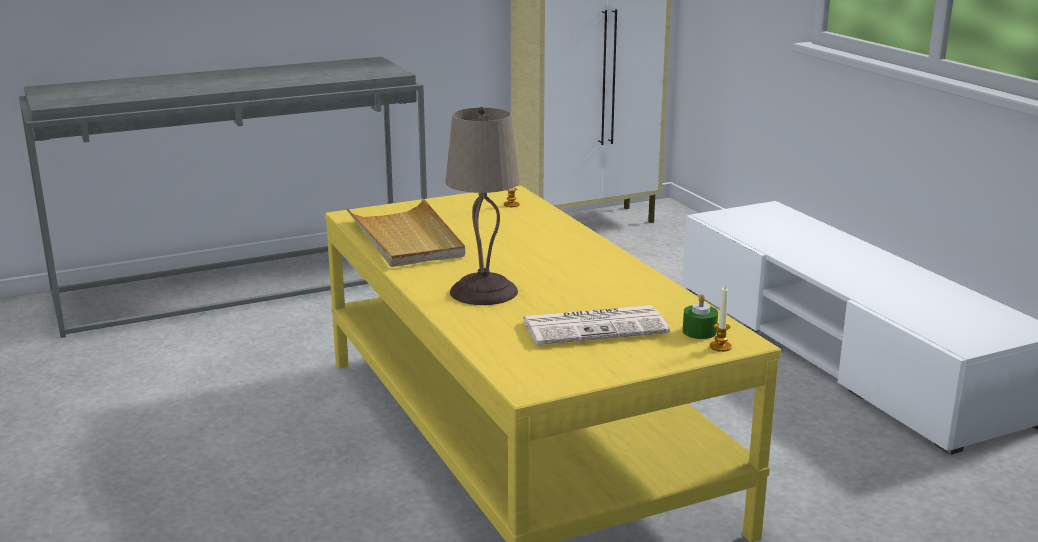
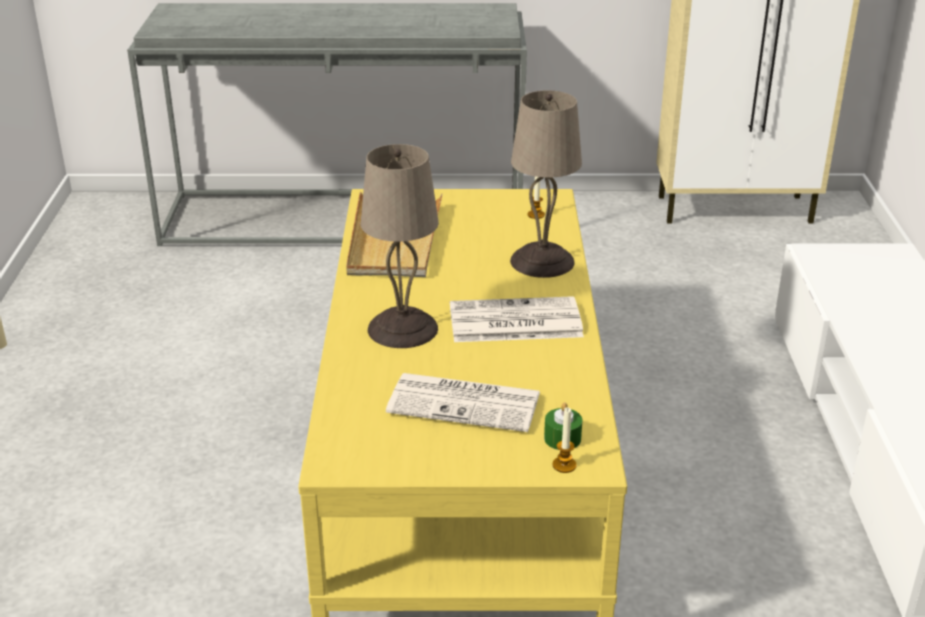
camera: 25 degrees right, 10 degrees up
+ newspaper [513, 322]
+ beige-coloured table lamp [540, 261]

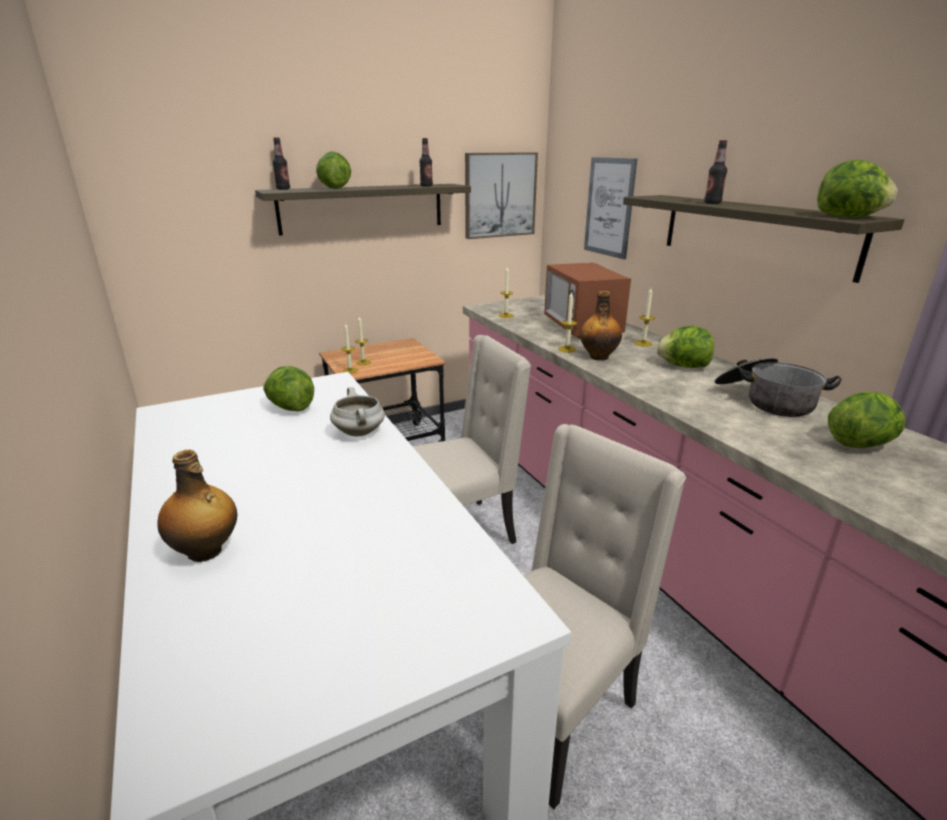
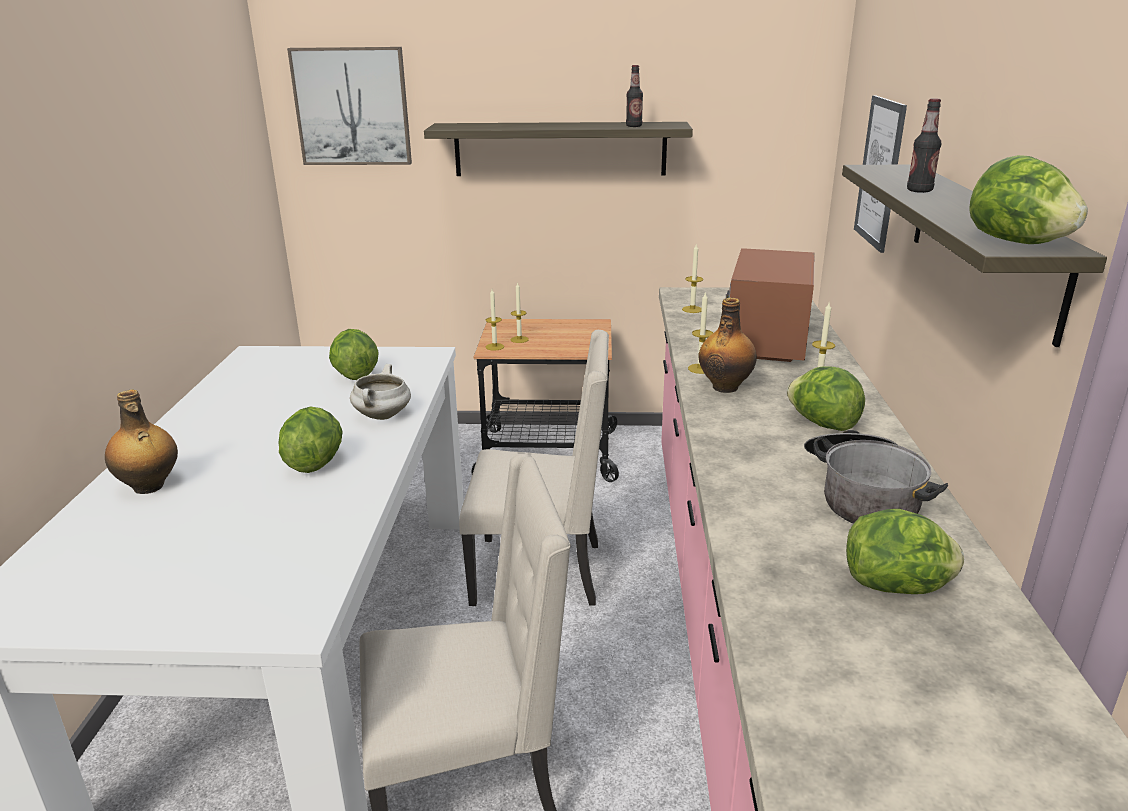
camera: 30 degrees right, 0 degrees up
~ lettuce head [334, 188] to [315, 463]
~ picture [500, 195] to [352, 107]
- drink bottle [283, 189]

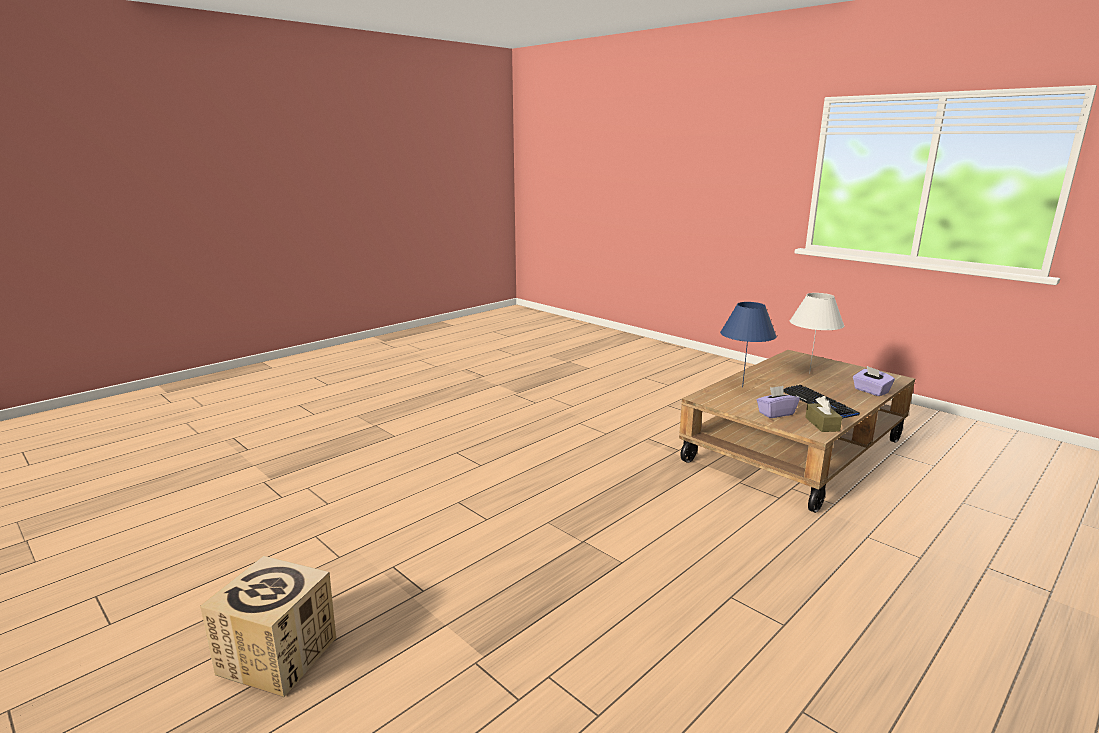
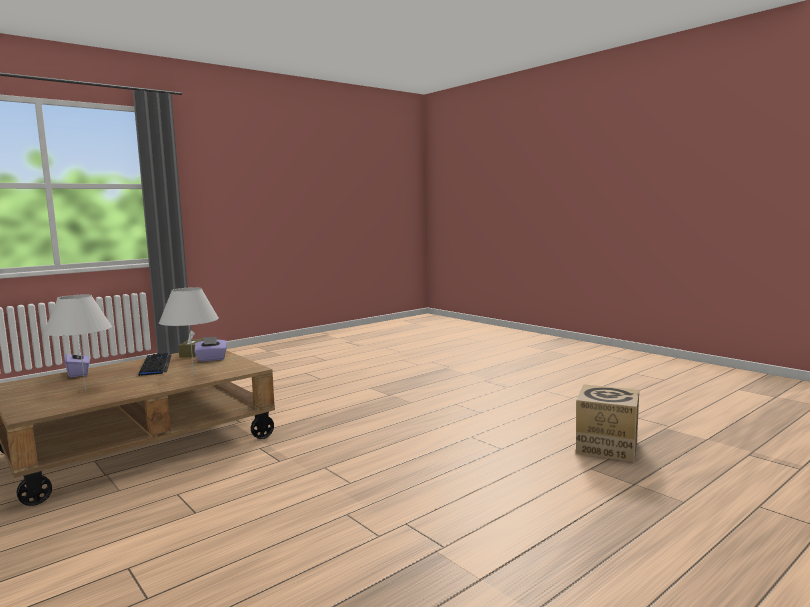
camera: 175 degrees left, 10 degrees down
~ bluish table lamp [742, 387] to white-coloured table lamp [193, 377]
~ cardboard box [278, 655] to [606, 447]

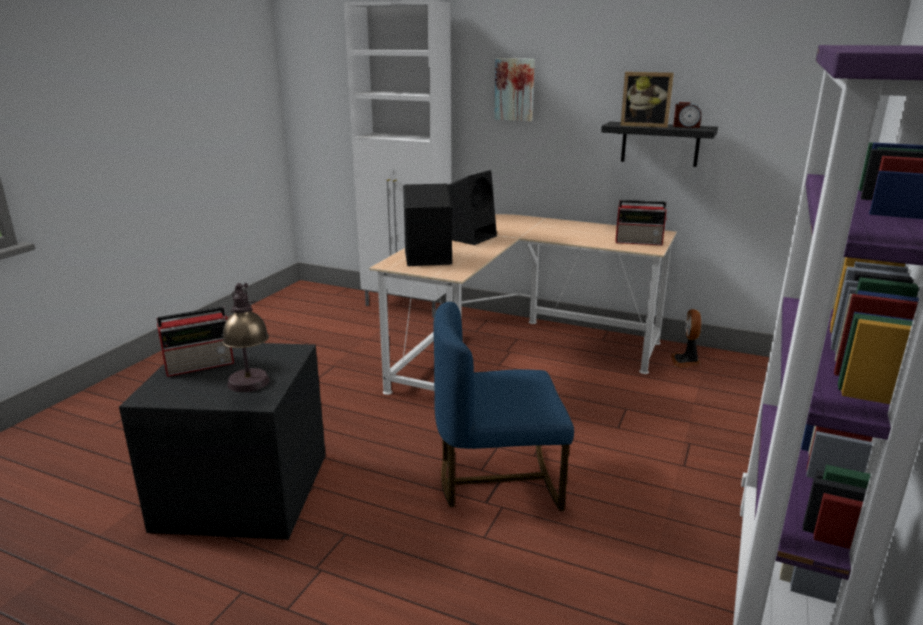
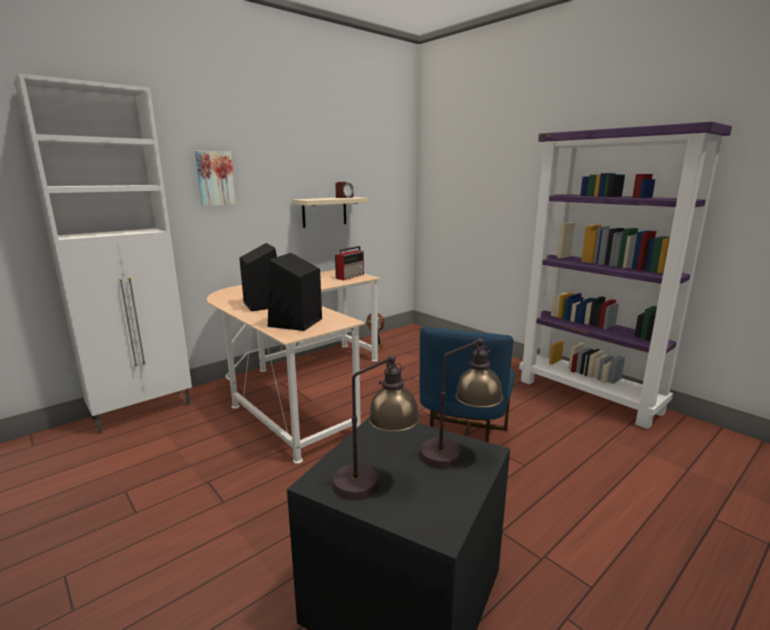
camera: 65 degrees left, 5 degrees down
~ black-coloured bracket shelf [660, 144] to beige-coloured bracket shelf [324, 212]
~ radio set [201, 365] to table lamp [375, 482]
- picture frame [644, 125]

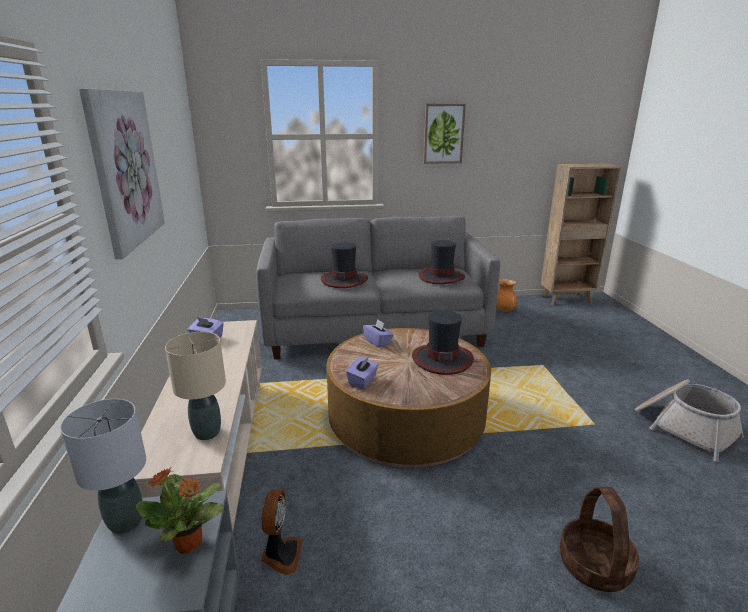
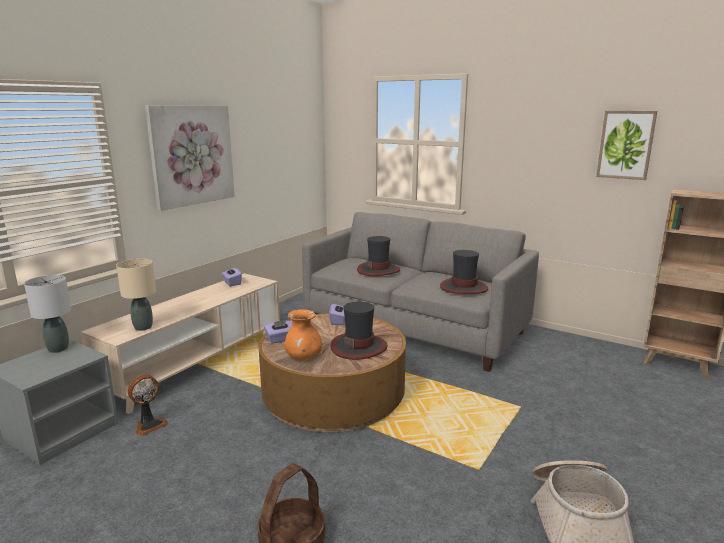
camera: 40 degrees right, 5 degrees down
~ orange flower vase [504, 310] to [303, 357]
~ picture [443, 134] to [625, 145]
- potted plant [189, 543]

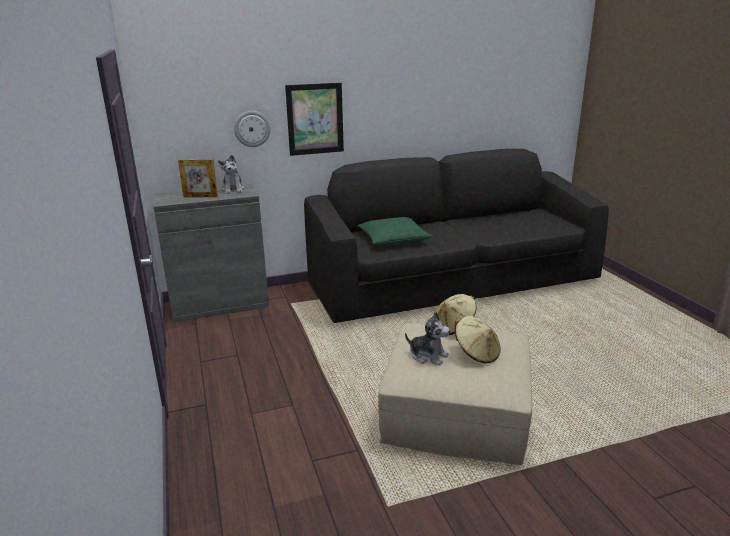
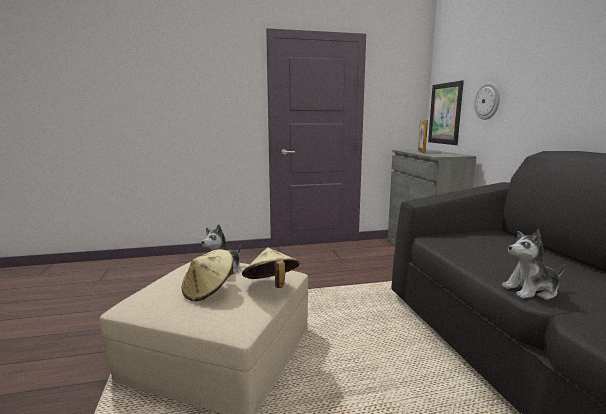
camera: 95 degrees right, 10 degrees down
~ picture [315, 119] to [445, 113]
~ plush toy [233, 190] to [531, 290]
- green throw pillow [393, 240]

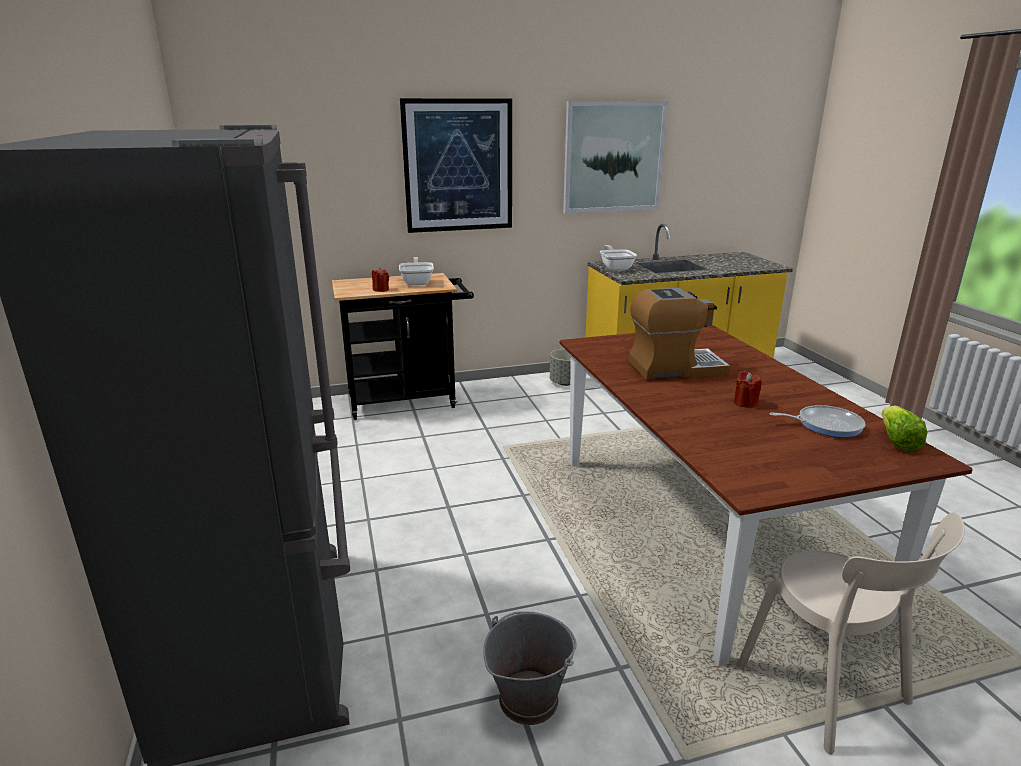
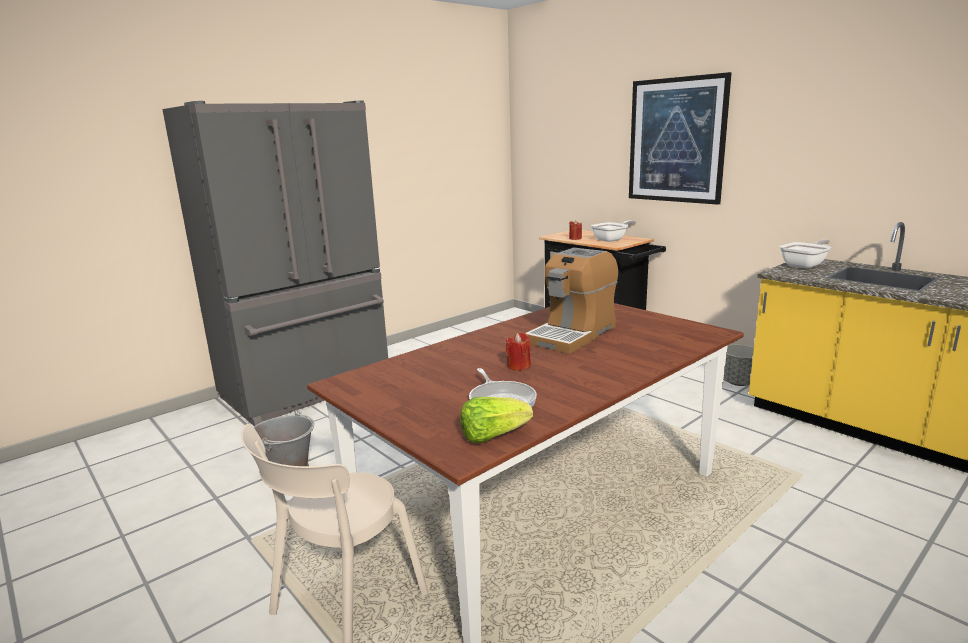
camera: 65 degrees right, 5 degrees down
~ coffee machine [675, 368] = [572, 334] 75 degrees clockwise
- picture [613, 157]

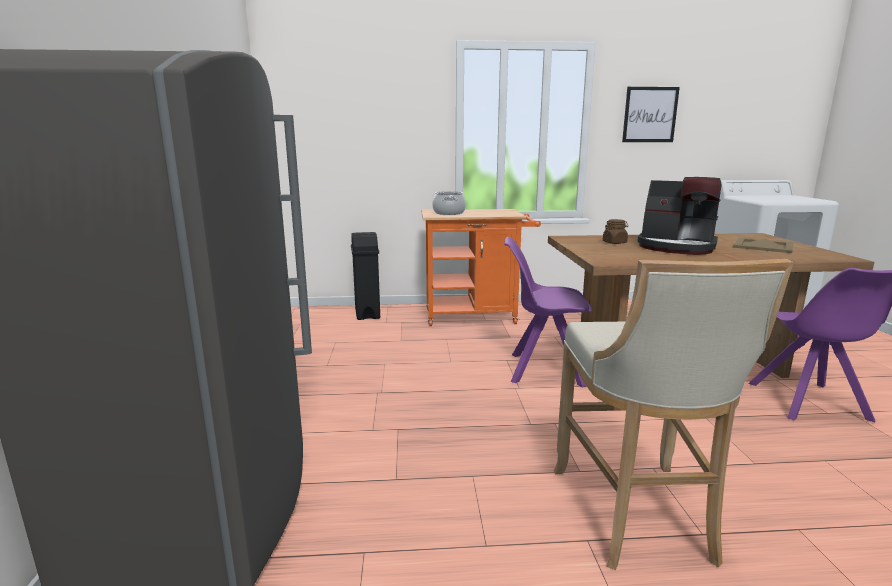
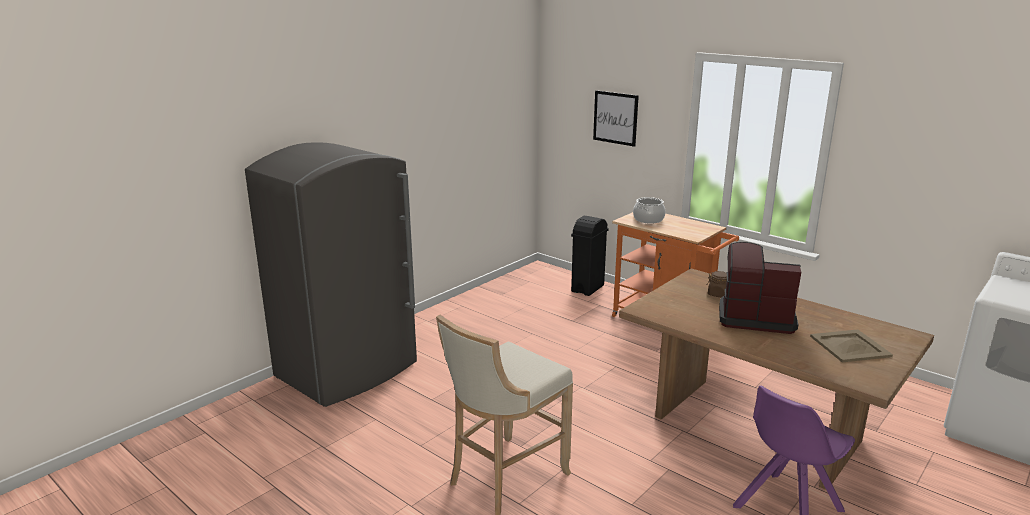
camera: 45 degrees right, 5 degrees up
~ picture [650, 114] to [615, 118]
~ coffee machine [676, 247] = [754, 317] 120 degrees clockwise
- purplish chair [543, 370]

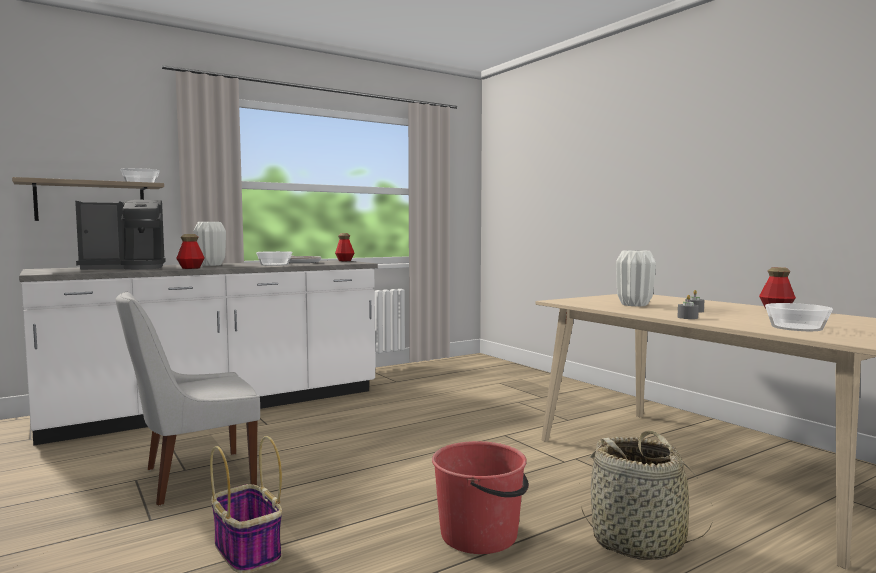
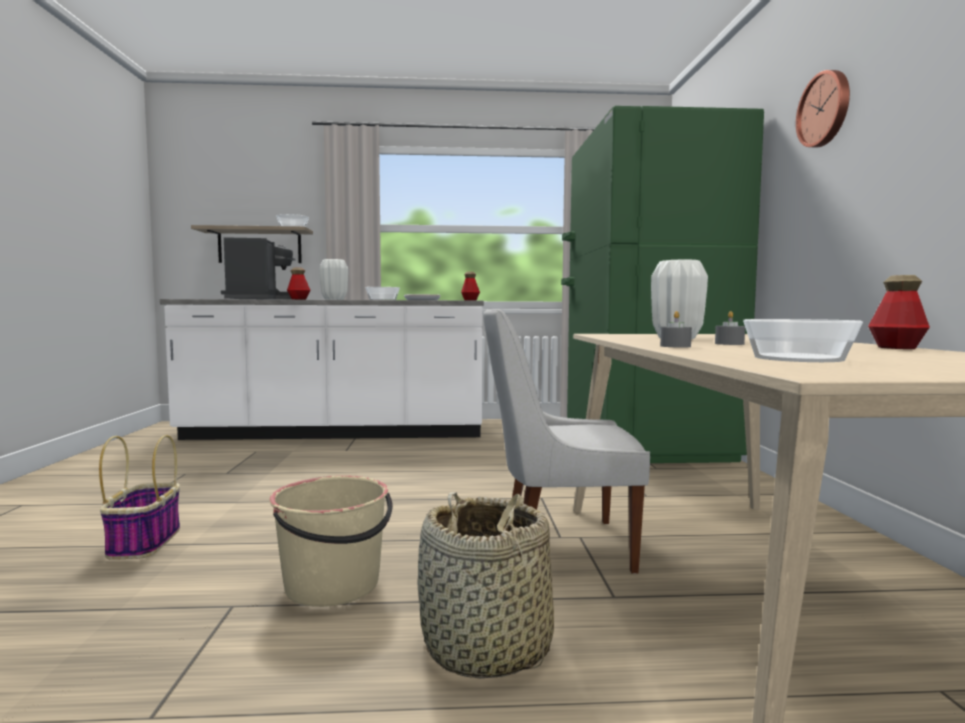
camera: 30 degrees right, 0 degrees up
~ coffee machine [126, 268] = [258, 299] 105 degrees counterclockwise
~ red pail [480, 535] to beige-coloured pail [333, 585]
~ white-coloured chair [194, 478] to [559, 545]
+ green refrigerator [643, 444]
+ wall clock [825, 109]

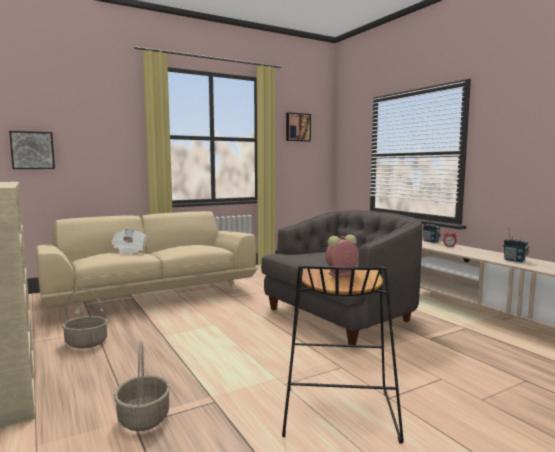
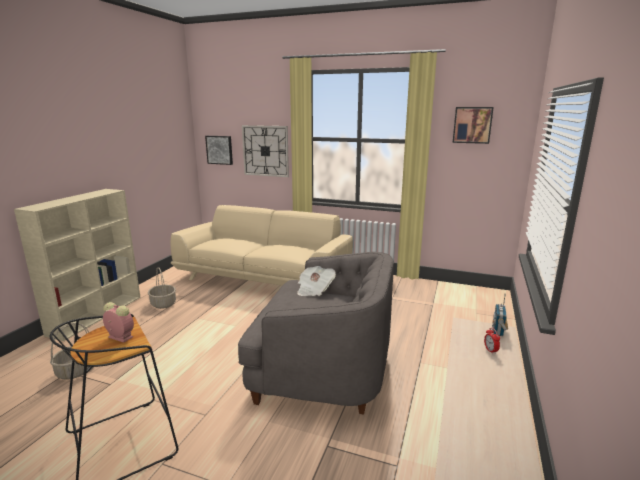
camera: 50 degrees right, 10 degrees up
+ wall clock [265, 151]
~ newspaper [129, 251] to [314, 289]
- radio set [514, 260]

